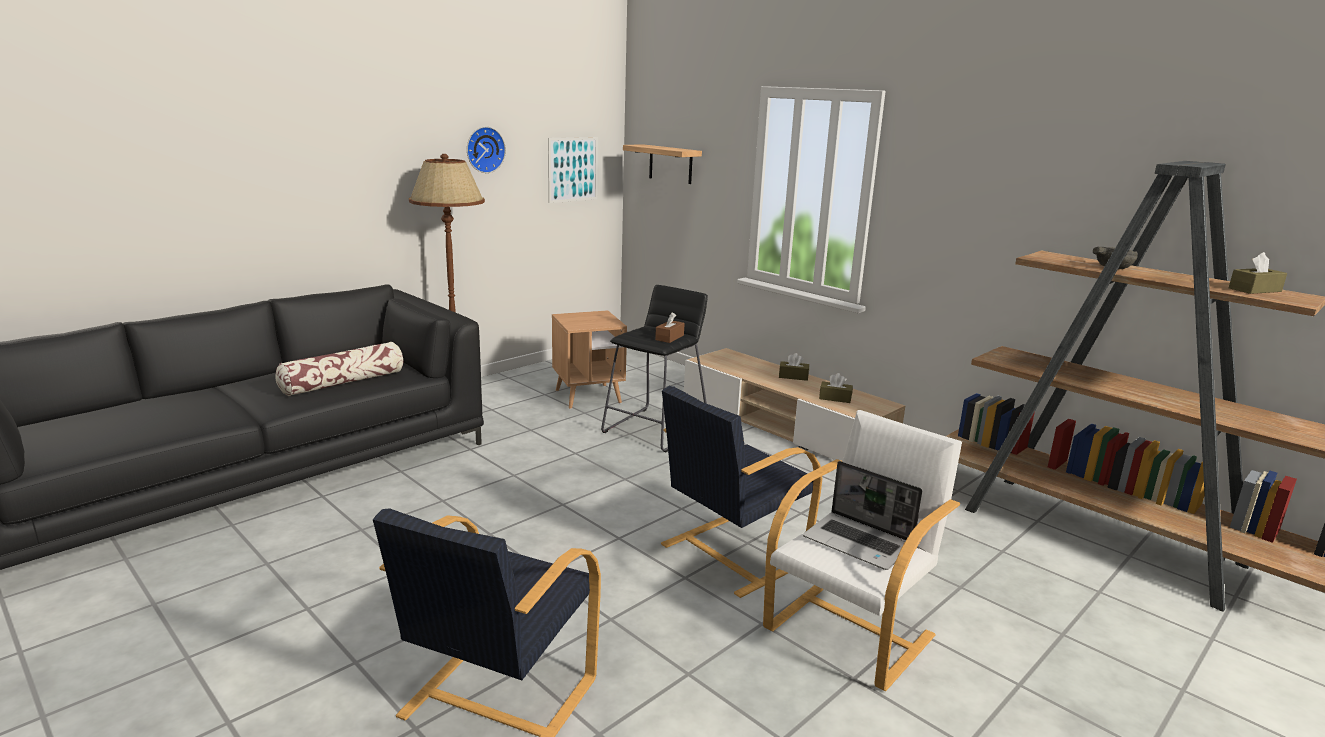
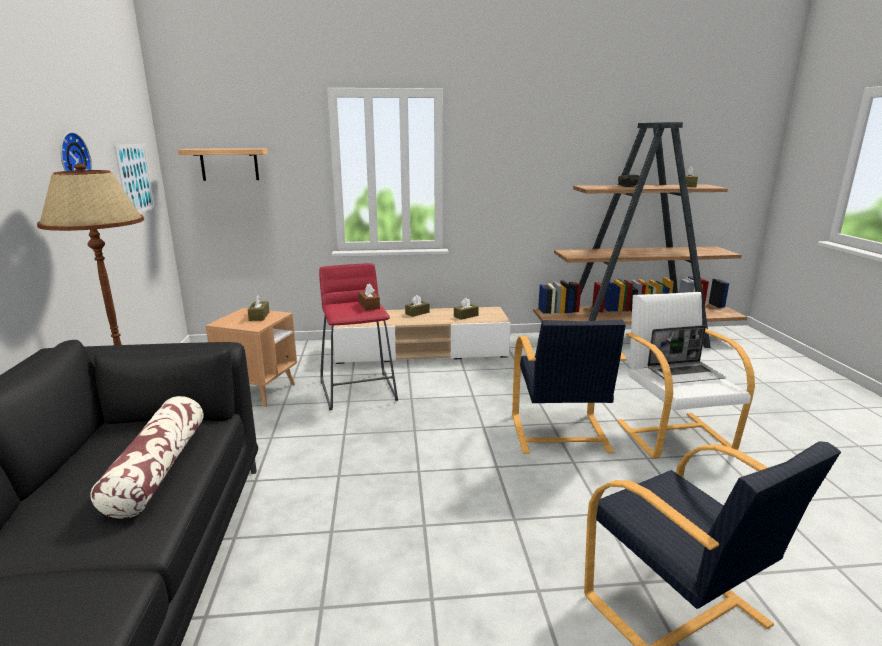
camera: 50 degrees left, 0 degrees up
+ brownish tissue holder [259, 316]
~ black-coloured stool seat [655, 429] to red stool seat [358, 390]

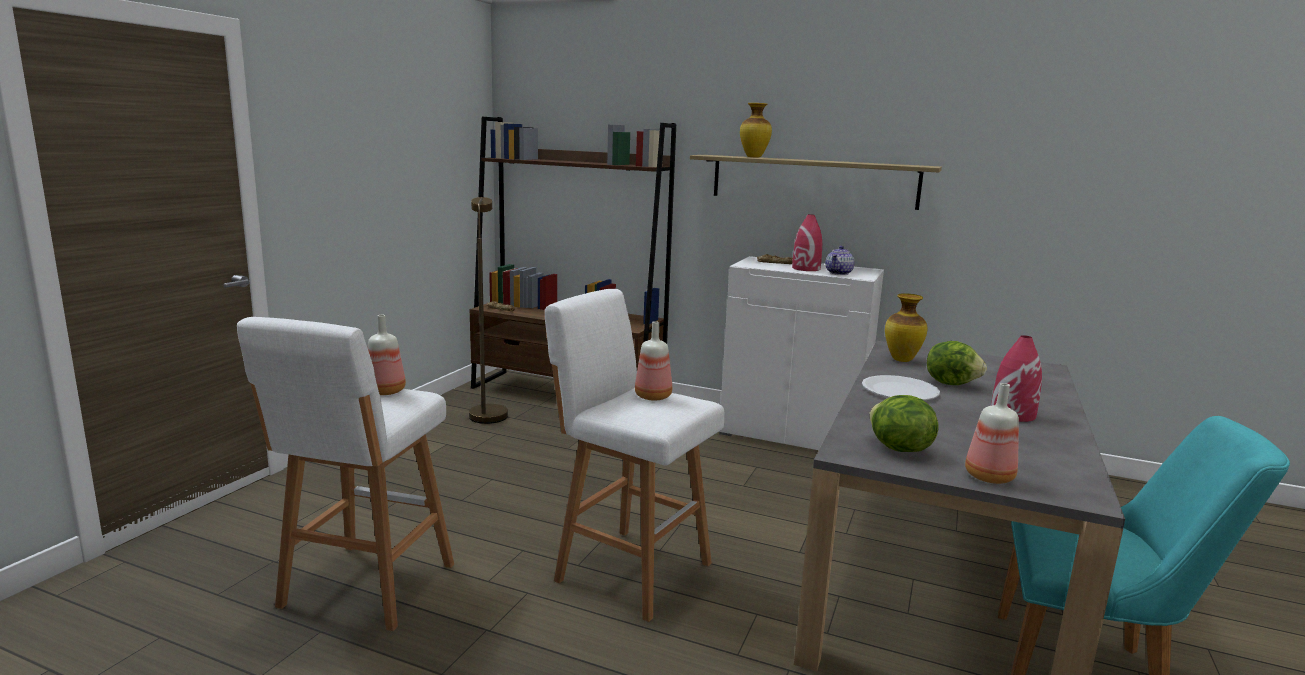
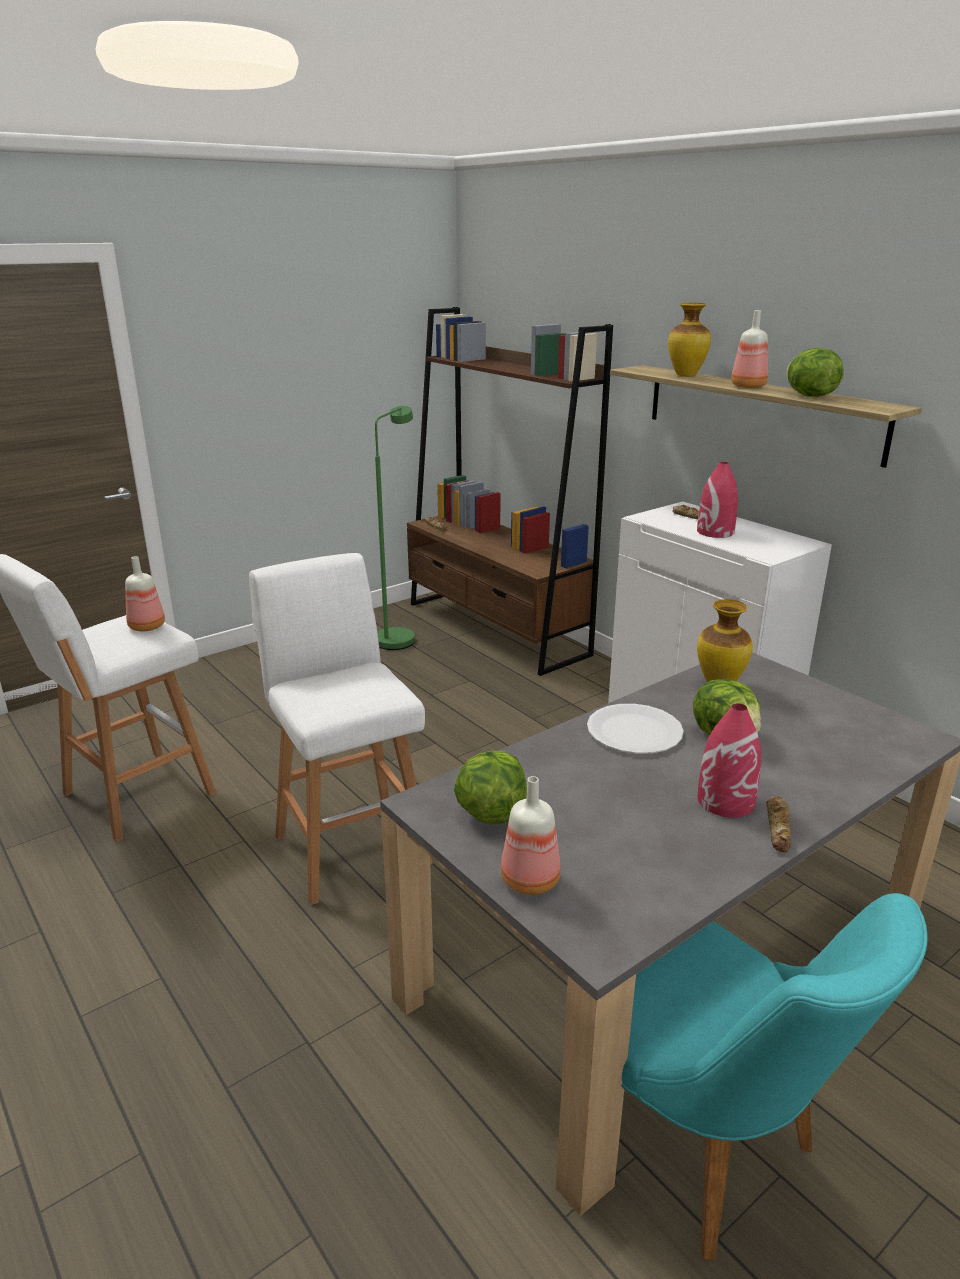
camera: 30 degrees right, 10 degrees up
~ brownish standard lamp [487, 412] to green standard lamp [398, 636]
~ drink bottle [653, 396] to [749, 386]
+ bread [779, 828]
+ lettuce head [809, 396]
- tea pot [839, 273]

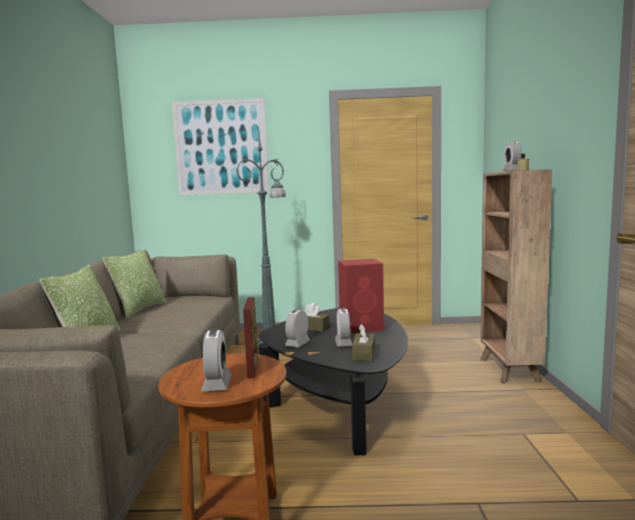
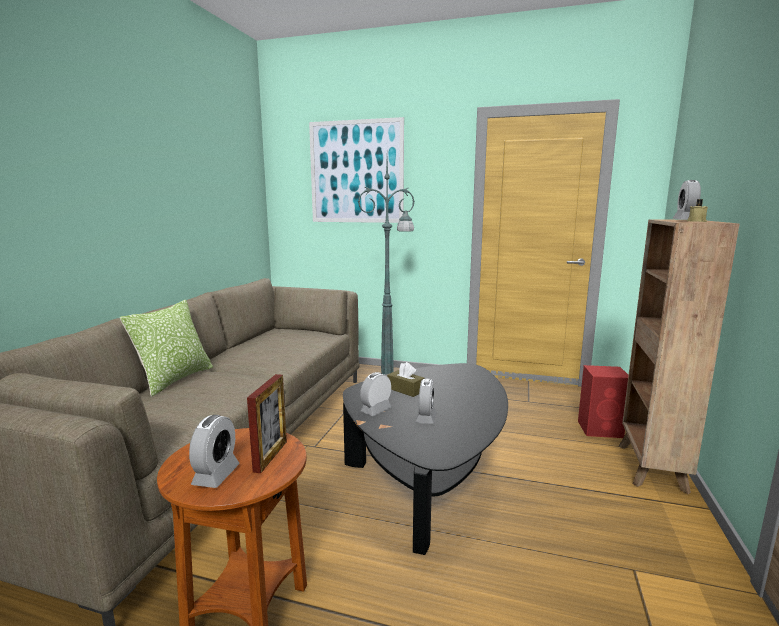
camera: 15 degrees right, 5 degrees up
~ red speaker [362, 327] to [601, 429]
- throw pillow [140, 309]
- brownish tissue holder [364, 354]

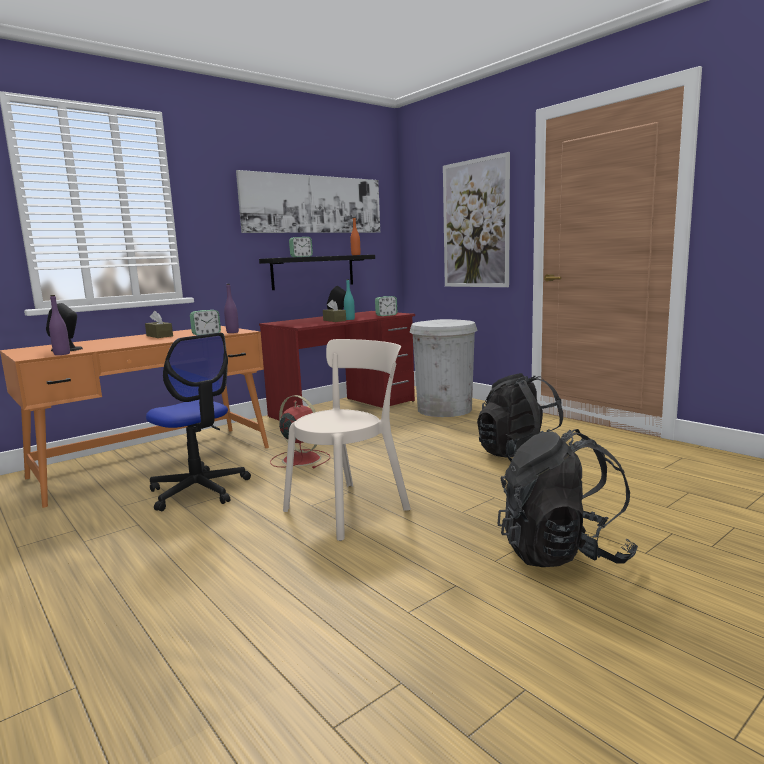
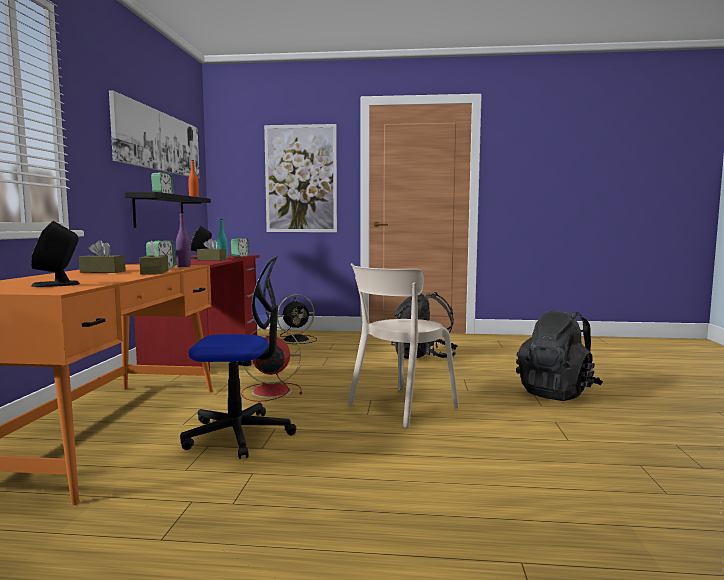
camera: 45 degrees left, 5 degrees down
+ brownish tissue holder [154, 272]
~ white-coloured trash can [444, 409] to black-coloured fan [297, 340]
~ beige-coloured chair [351, 508] = [399, 407] 135 degrees counterclockwise
- purplish drink bottle [62, 354]

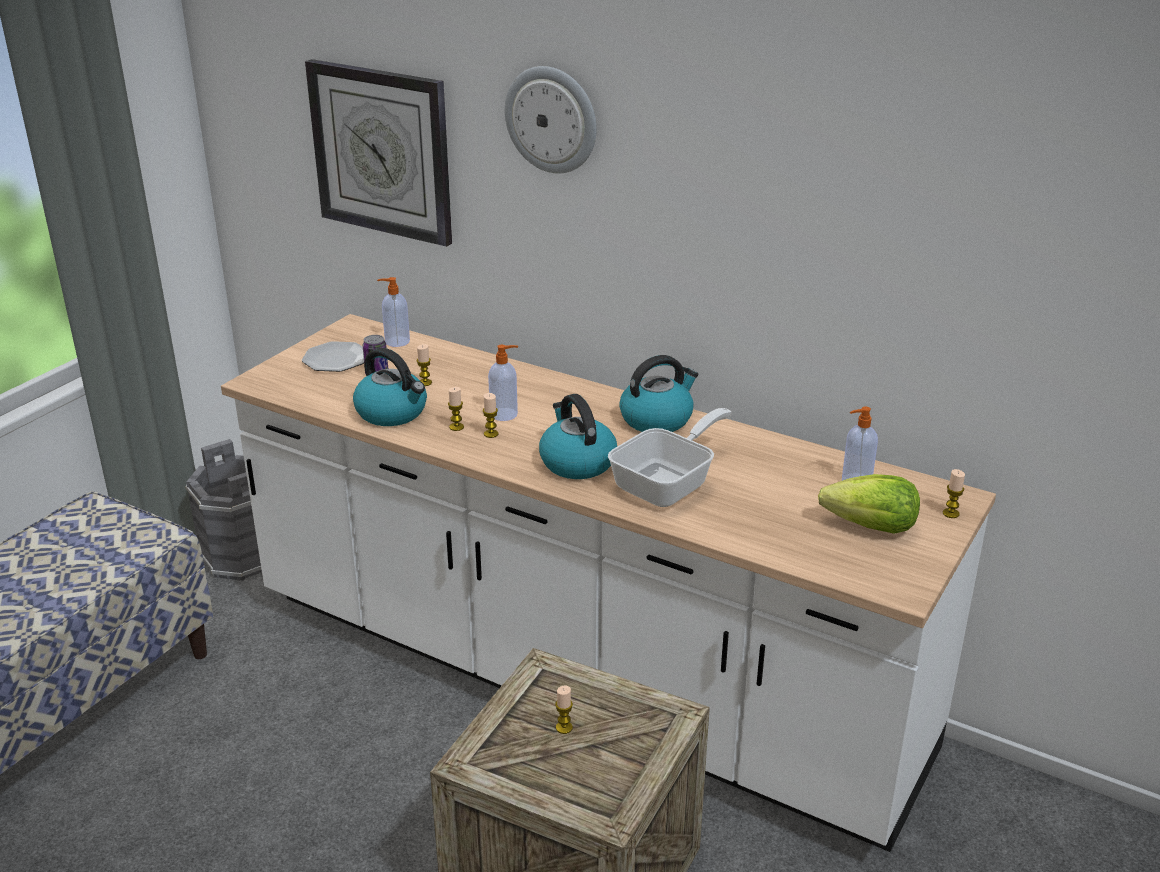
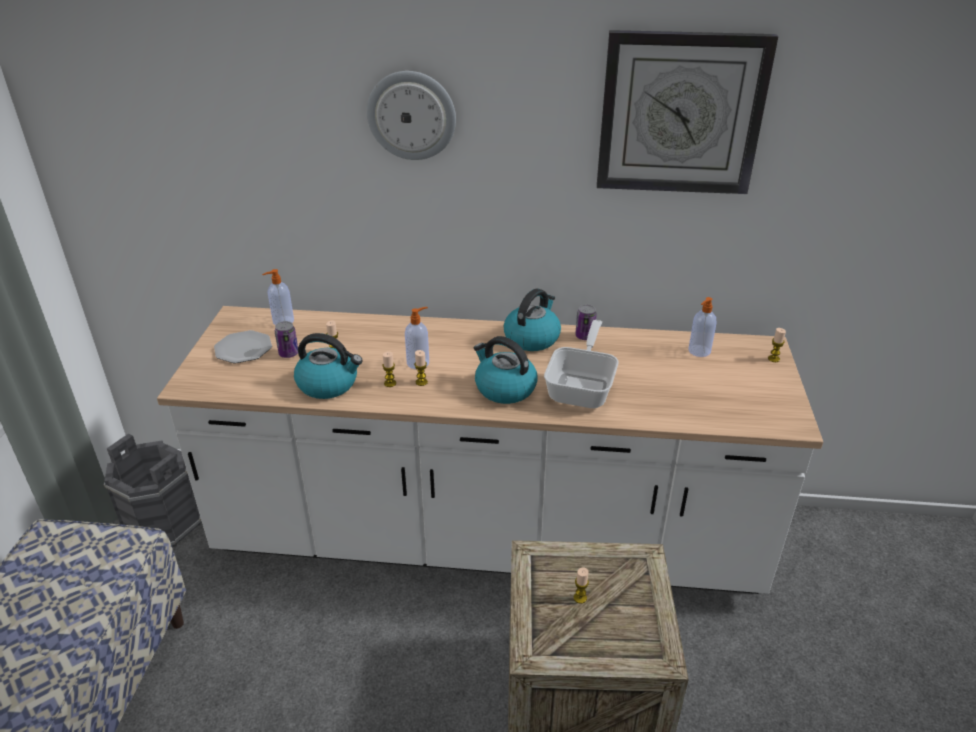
camera: 25 degrees left, 5 degrees up
+ sealed can [584, 336]
~ wall clock [382, 151] to [680, 114]
- lettuce head [871, 527]

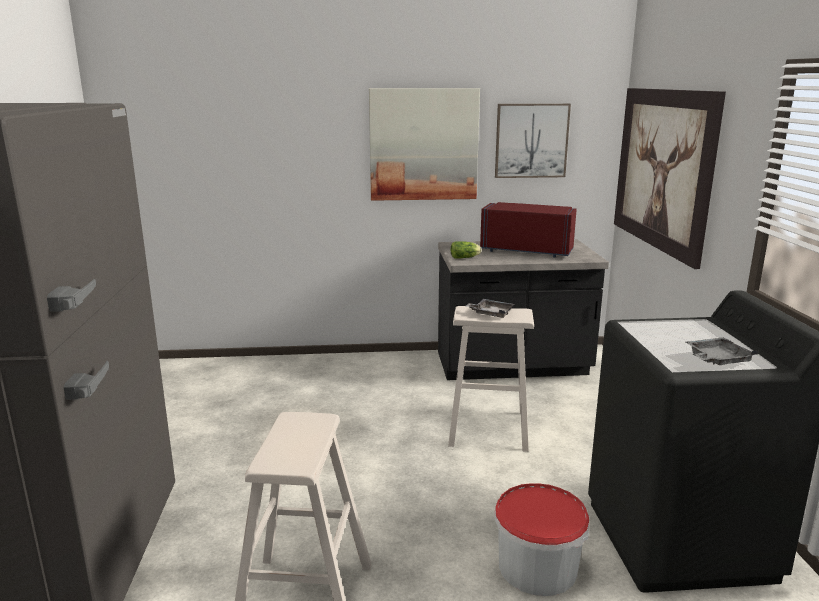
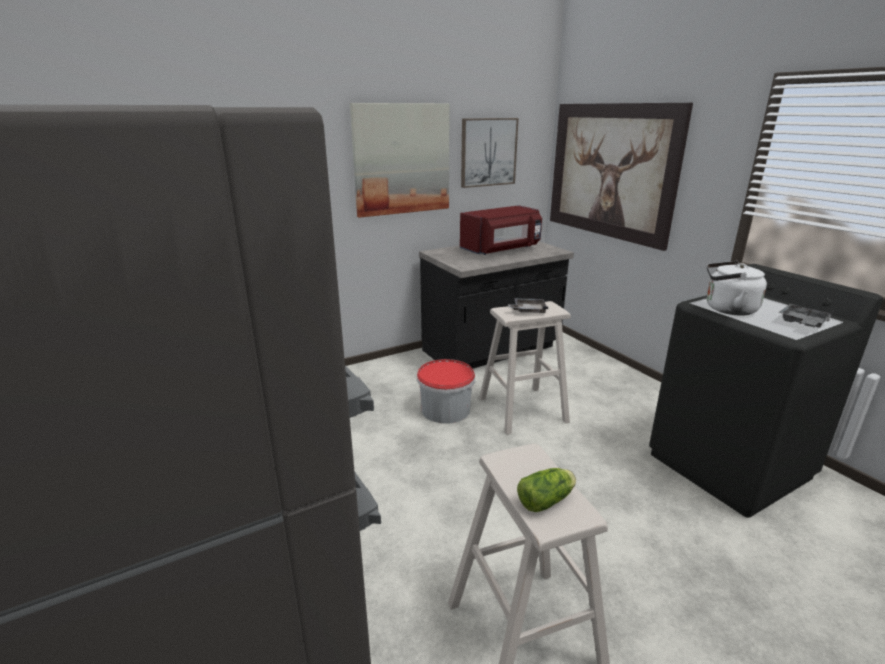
camera: 25 degrees left, 5 degrees up
~ pail [537, 567] to [445, 410]
~ red microwave [527, 250] = [501, 249] 150 degrees clockwise
~ lettuce head [465, 258] to [547, 500]
+ white-coloured water kettle [727, 309]

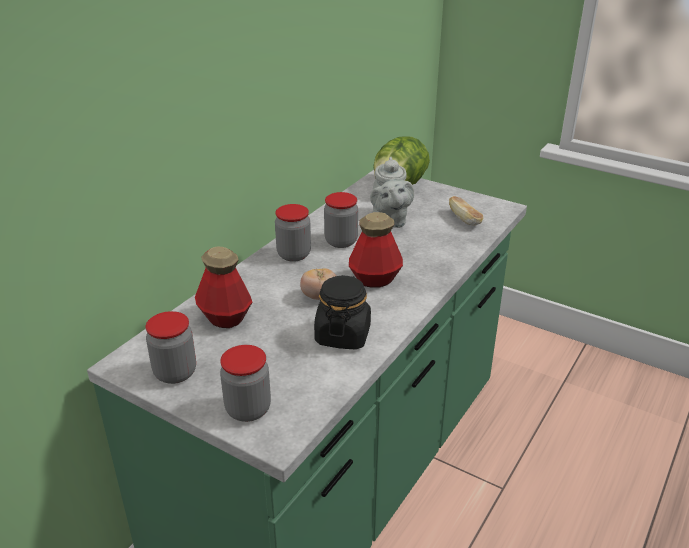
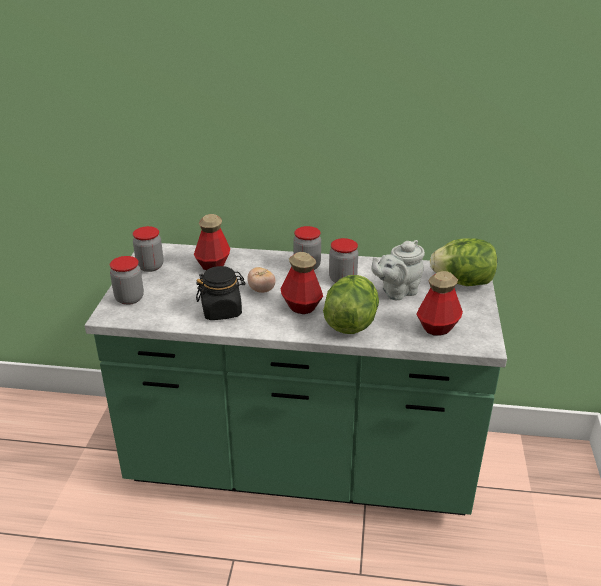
camera: 65 degrees right, 0 degrees up
+ lettuce head [351, 323]
~ bread [464, 219] to drink bottle [437, 328]

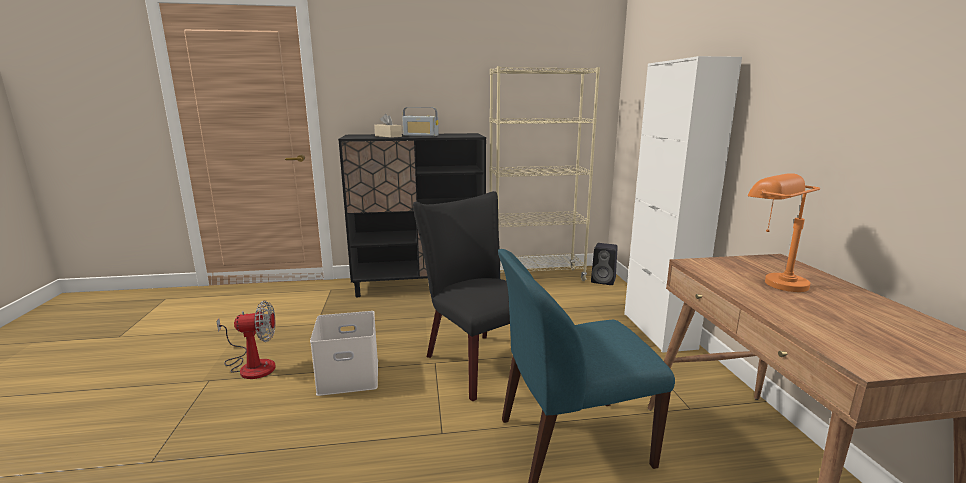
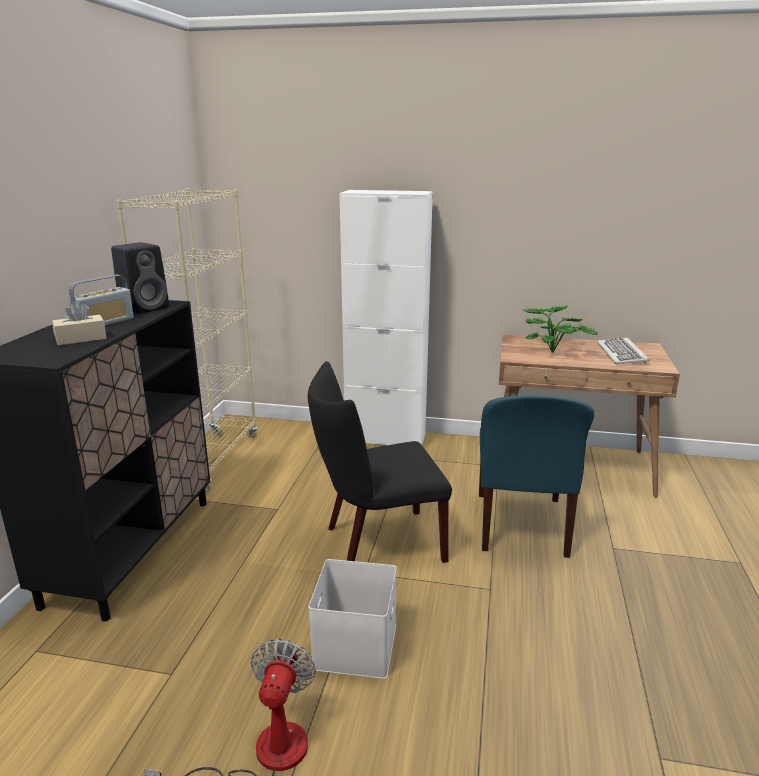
camera: 70 degrees left, 5 degrees up
~ black-coloured speaker [604, 281] to [145, 308]
~ orange table lamp [771, 281] to potted plant [553, 351]
+ computer keyboard [622, 354]

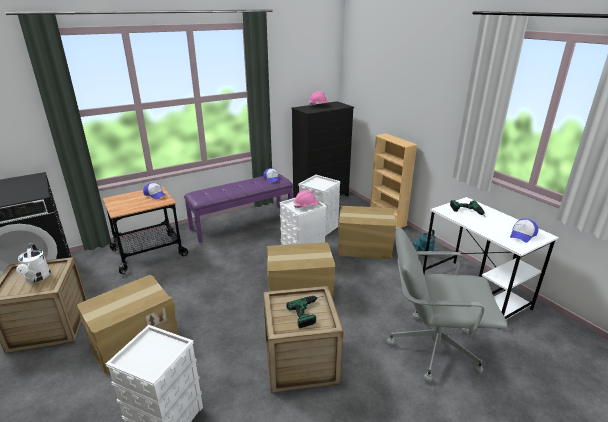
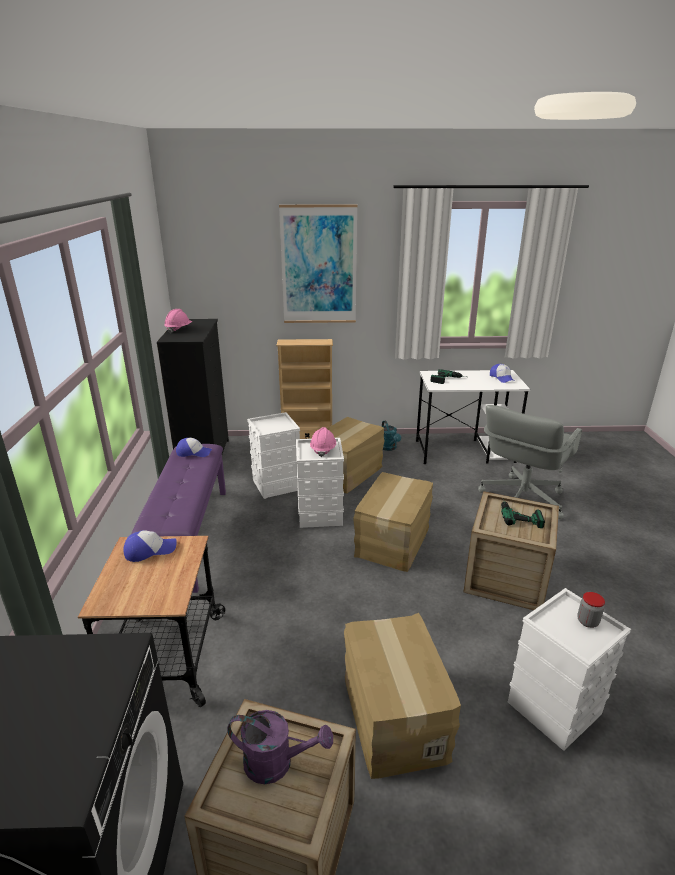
camera: 60 degrees left, 0 degrees up
~ white-coloured watering can [37, 278] to purplish watering can [277, 763]
+ picture [319, 265]
+ preserve jar [587, 621]

